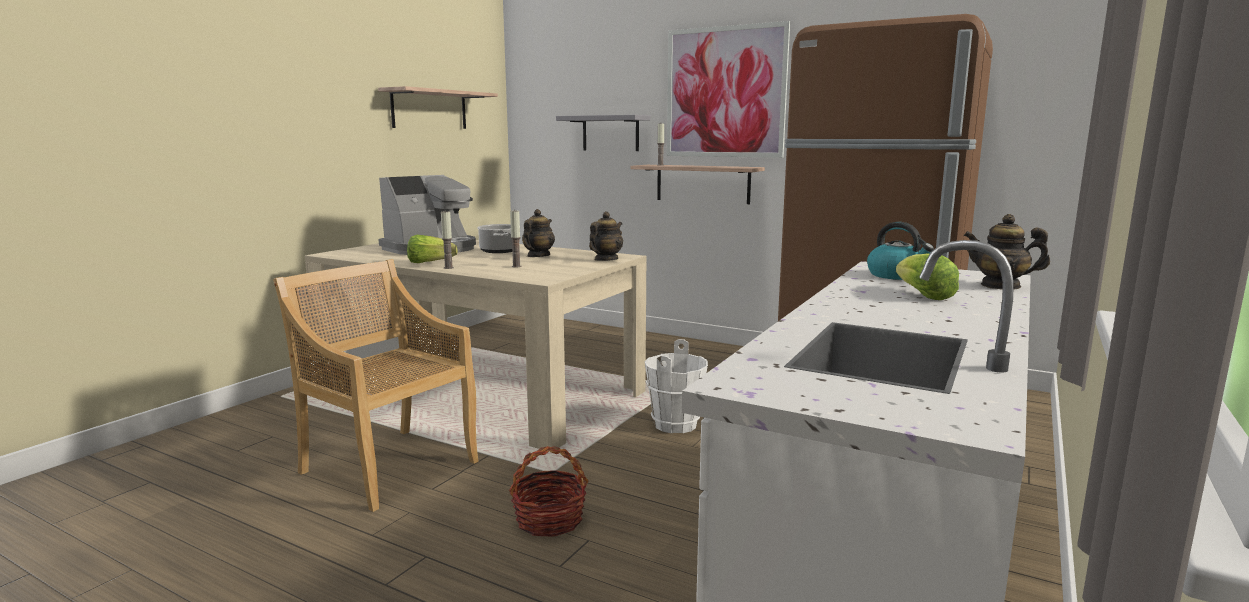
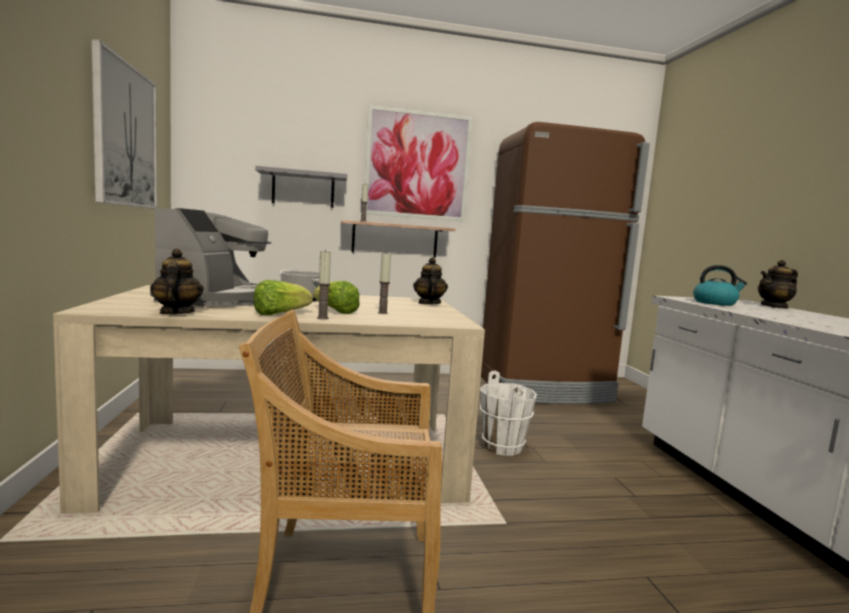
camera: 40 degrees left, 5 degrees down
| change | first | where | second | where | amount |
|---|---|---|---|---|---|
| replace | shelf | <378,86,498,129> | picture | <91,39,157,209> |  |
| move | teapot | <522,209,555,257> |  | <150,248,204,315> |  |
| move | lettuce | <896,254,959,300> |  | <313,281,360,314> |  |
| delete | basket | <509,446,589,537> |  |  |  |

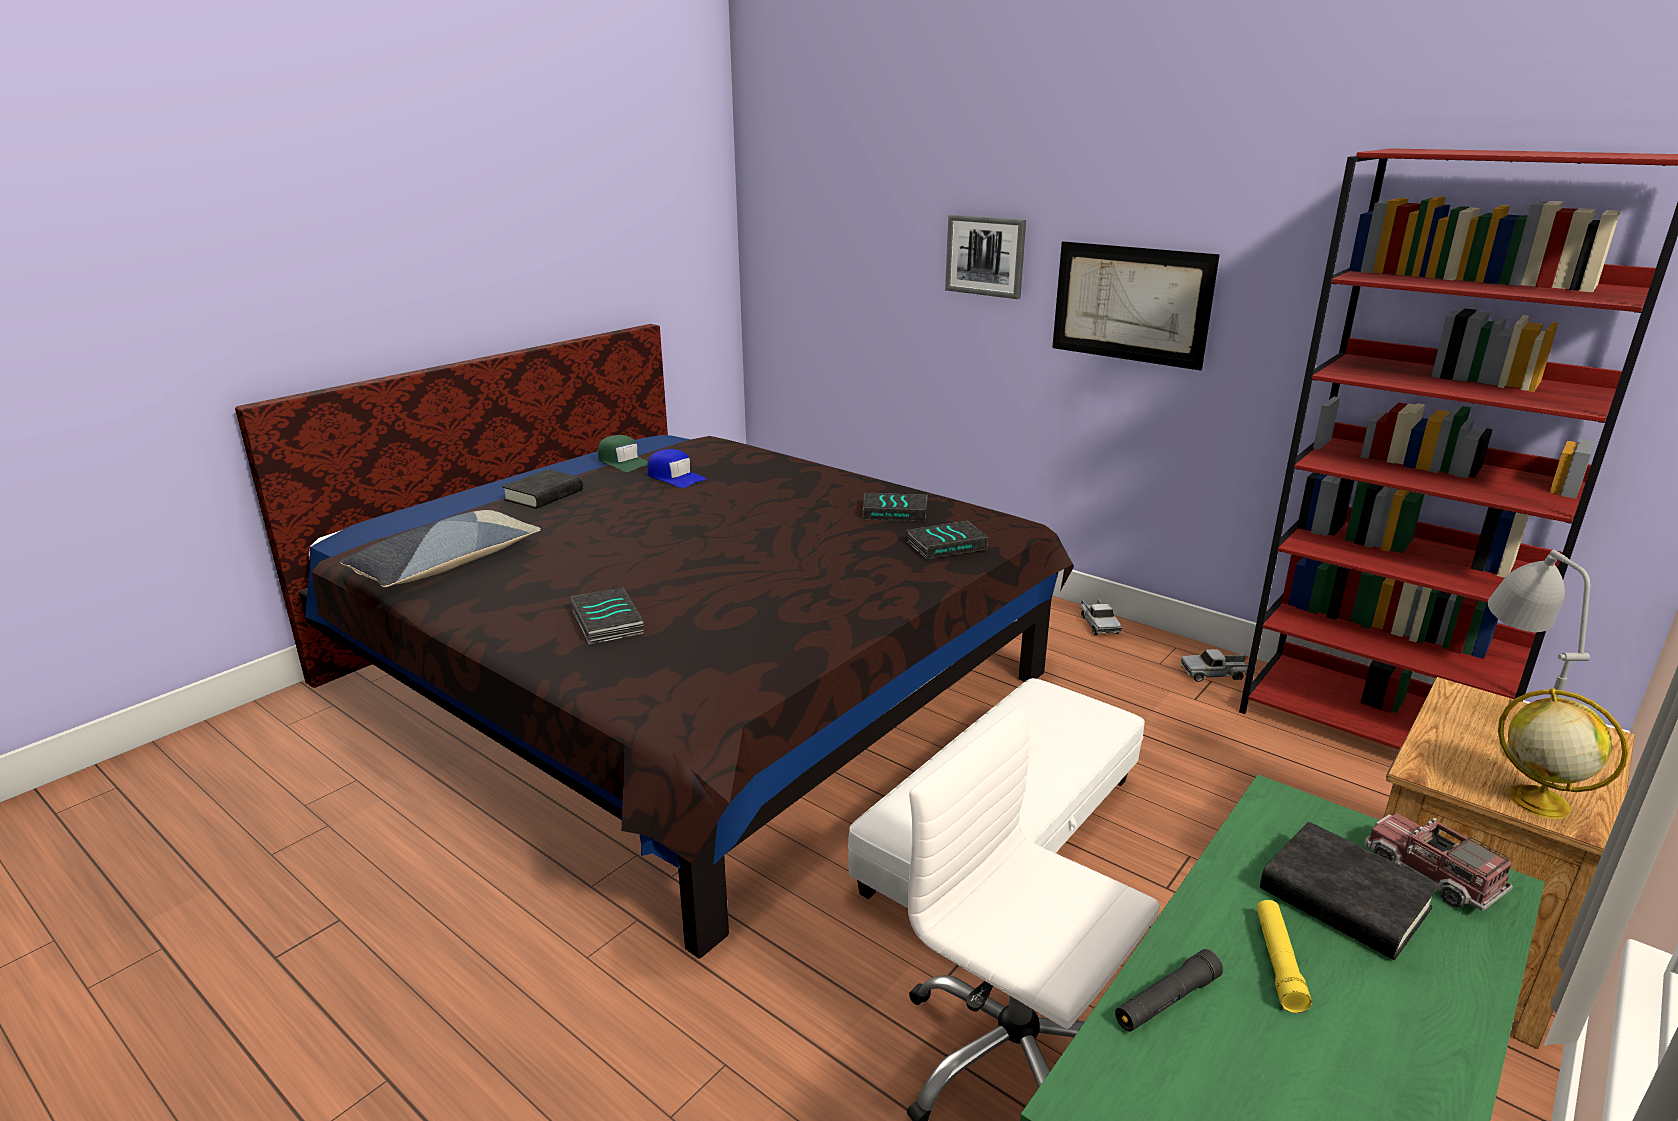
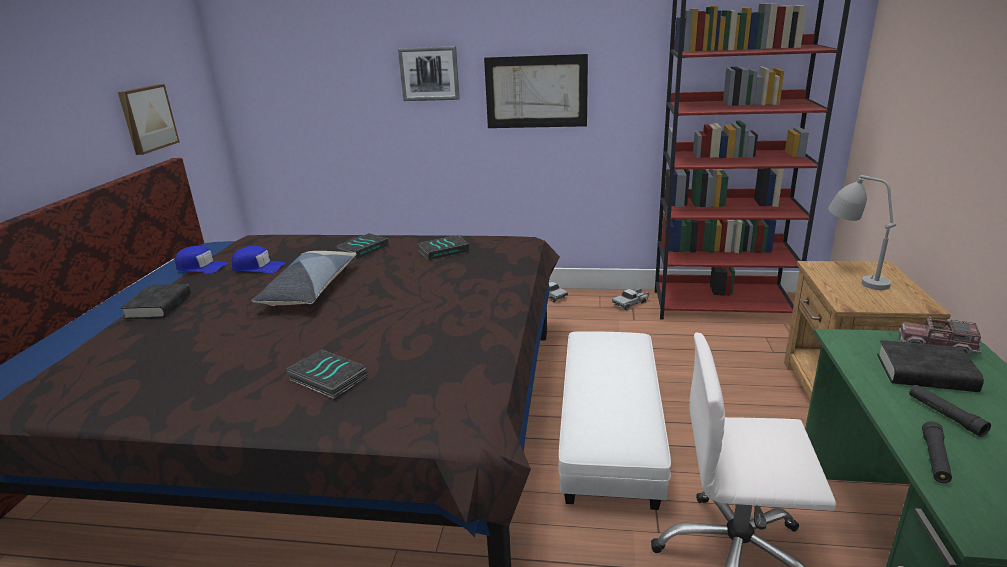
camera: 30 degrees left, 0 degrees up
| change | first | where | second | where | amount |
|---|---|---|---|---|---|
| recolor | green cap | <598,435,648,472> | blue cap | <175,246,228,273> |  |
| move | pillow | <340,510,541,587> |  | <251,251,356,306> |  |
| move | book | <907,521,988,559> |  | <336,233,389,260> |  |
| delete | globe | <1498,688,1629,819> |  |  |  |
| recolor | yellow flashlight | <1257,900,1312,1013> | black flashlight | <909,385,991,437> |  |
| insert |  |  | picture | <118,84,179,155> |  |

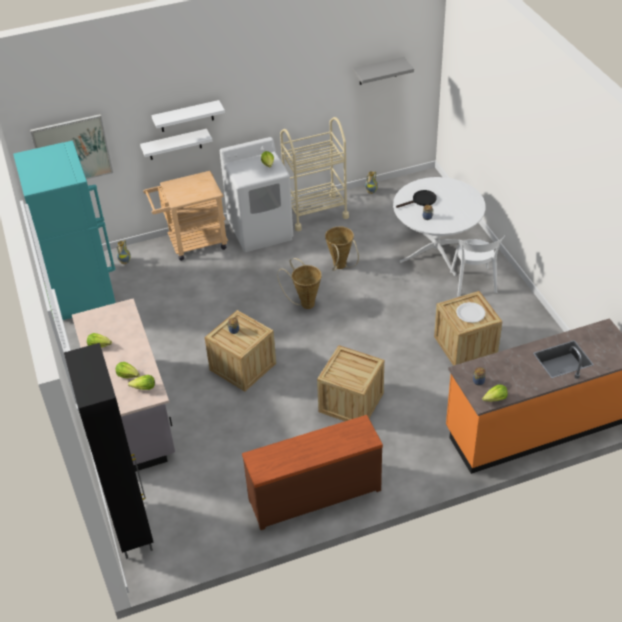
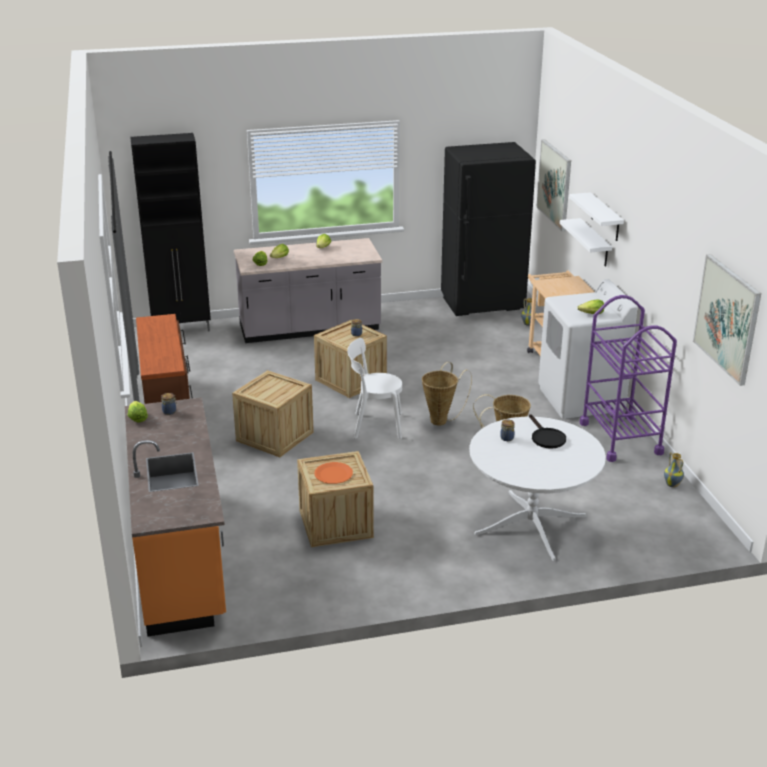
camera: 95 degrees right, 15 degrees down
| change | first | where | second | where | amount |
|---|---|---|---|---|---|
| replace | grey shelf | <353,57,414,85> | picture | <693,254,761,386> |  |
| recolor | beige cart | <280,117,349,231> | purple cart | <580,295,677,462> |  |
| recolor | turquoise fridge | <13,140,116,320> | black fridge | <441,142,536,316> |  |
| move | white chair | <450,235,505,297> |  | <347,338,402,439> |  |
| recolor | white plate | <456,302,485,323> | orange plate | <314,462,353,484> |  |

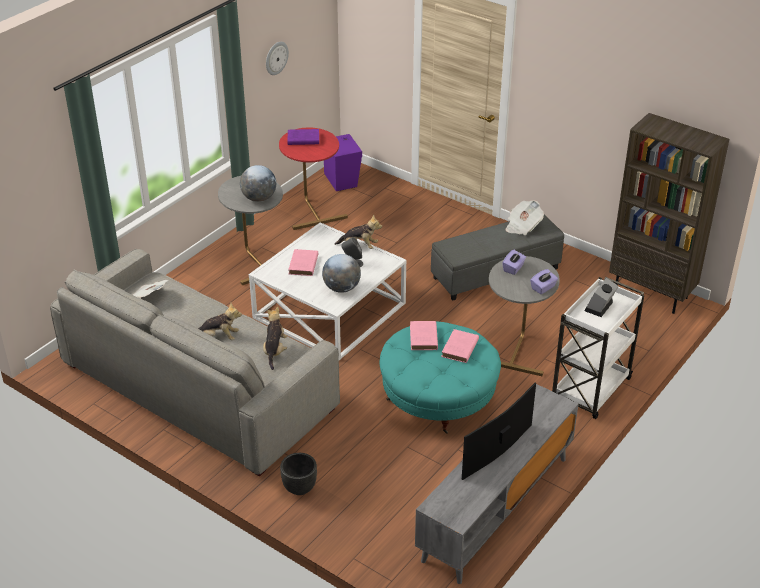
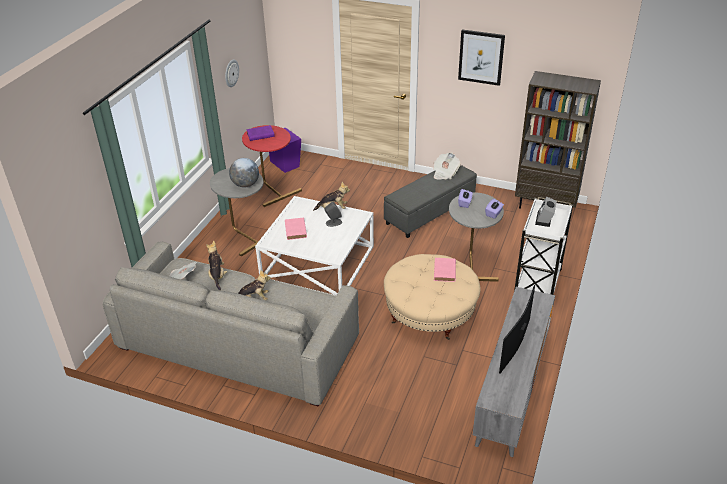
camera: 15 degrees left, 0 degrees up
| change | first | where | second | where | amount |
|---|---|---|---|---|---|
| delete | globe | <322,254,361,293> |  |  |  |
| move | plush toy | <263,306,287,370> |  | <206,241,227,290> |  |
| delete | pink book | <410,321,438,350> |  |  |  |
| recolor | turquoise ottoman | <379,322,501,434> | beige ottoman | <384,254,481,340> |  |
| delete | black planter | <280,453,317,495> |  |  |  |
| insert |  |  | picture | <458,29,505,86> |  |

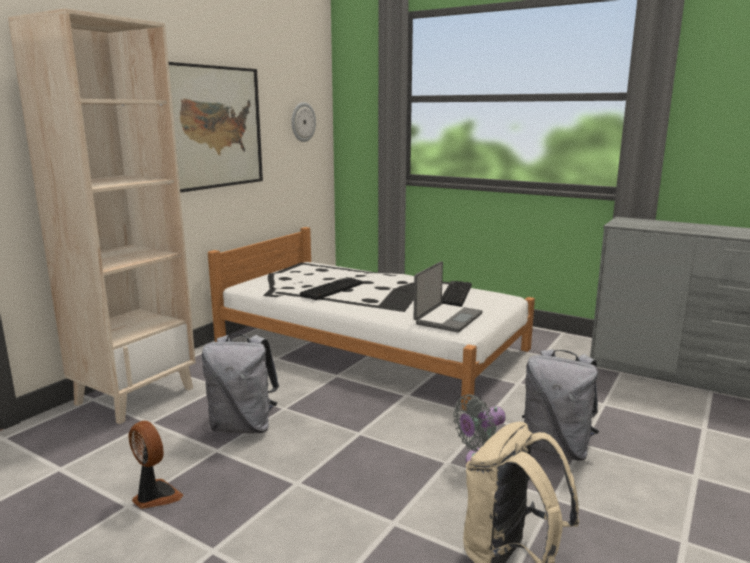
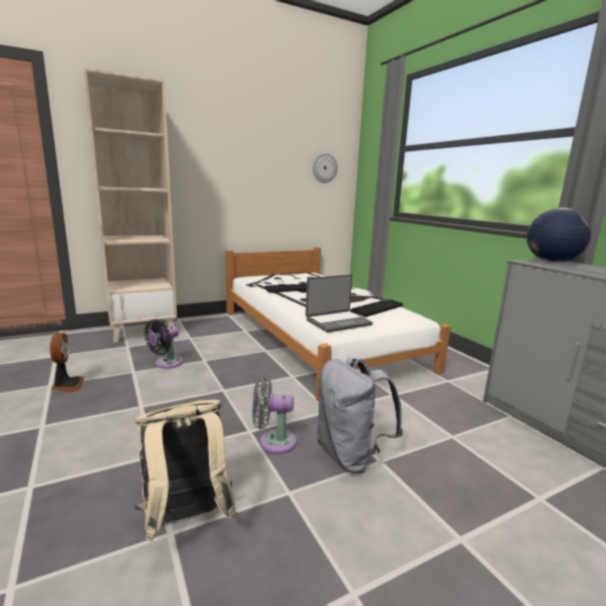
camera: 30 degrees right, 0 degrees up
| change | first | where | second | where | amount |
|---|---|---|---|---|---|
| delete | picture | <168,62,263,193> |  |  |  |
| replace | grey backpack | <202,334,279,434> | black fan | <144,319,183,368> |  |
| insert |  |  | globe | <527,208,591,263> |  |

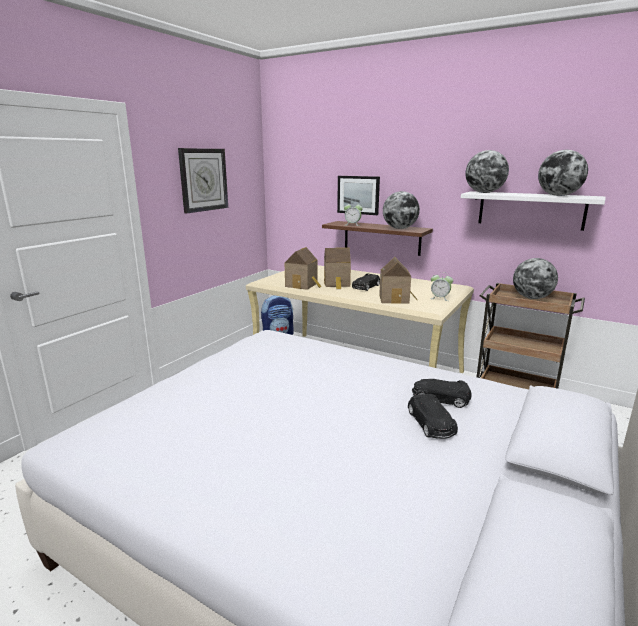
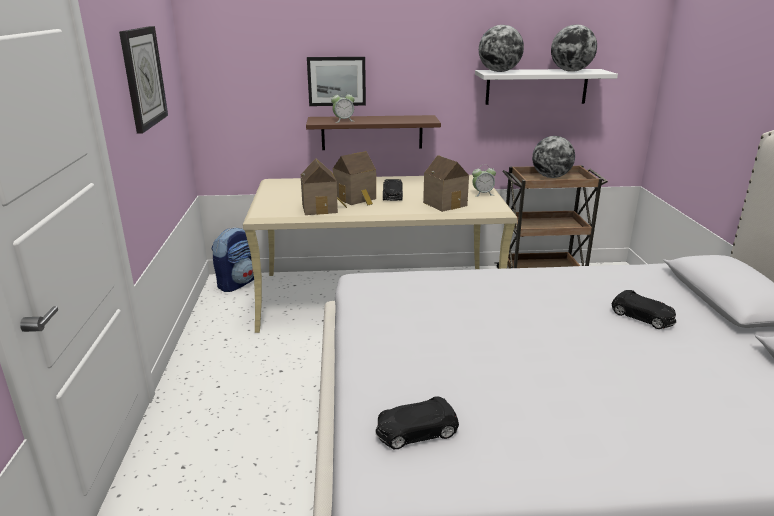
camera: 35 degrees left, 5 degrees up
| change | first | where | second | where | amount |
|---|---|---|---|---|---|
| delete | globe | <383,191,420,229> |  |  |  |
| move | black toy car | <412,379,472,408> |  | <375,396,459,449> |  |

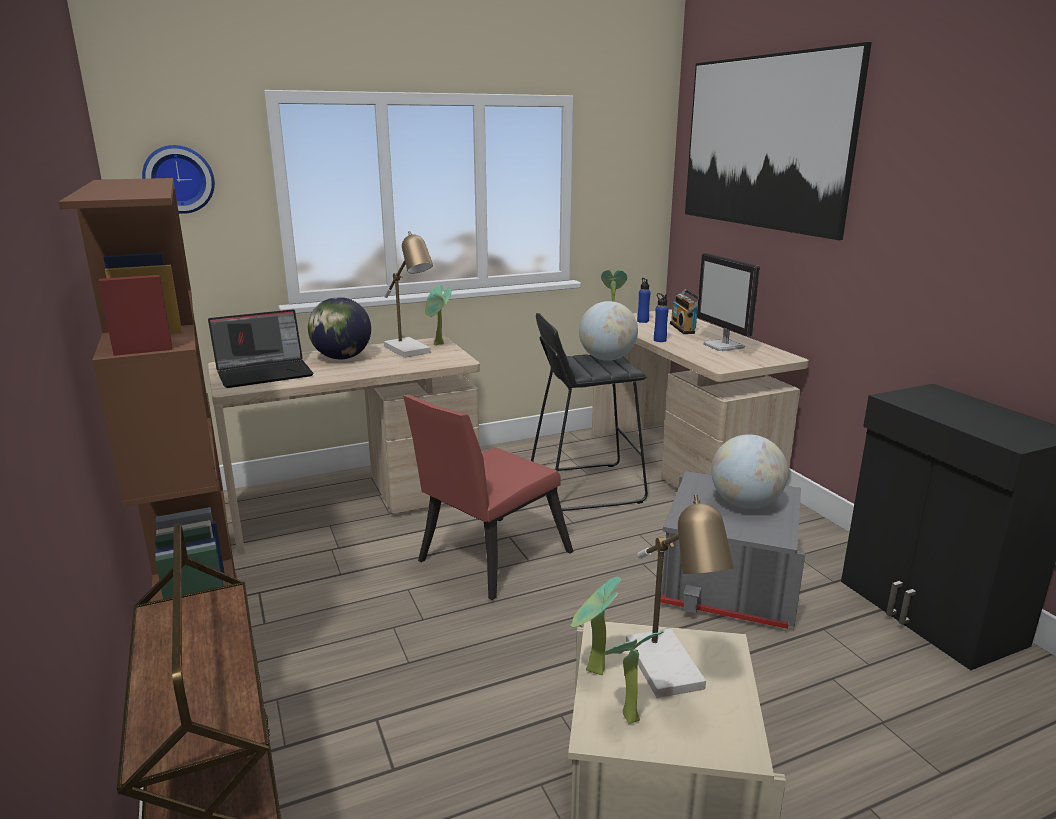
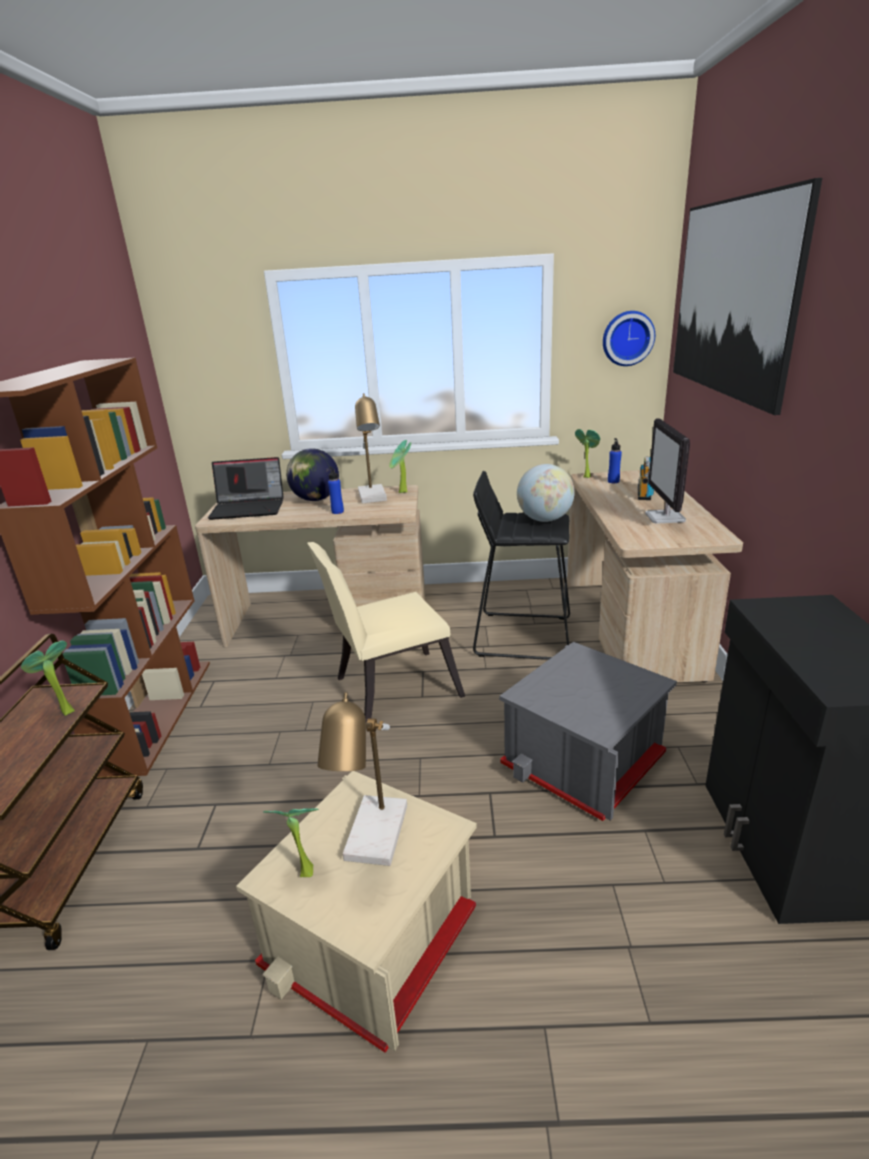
camera: 25 degrees right, 5 degrees up
| change | first | where | second | where | amount |
|---|---|---|---|---|---|
| move | wall clock | <142,145,215,214> |  | <603,311,655,366> |  |
| move | blue bottle | <654,293,669,342> |  | <328,467,344,514> |  |
| recolor | red chair | <403,394,574,600> | beige chair | <307,542,465,723> |  |
| delete | globe | <711,434,788,509> |  |  |  |
| move | potted plant | <571,577,621,675> |  | <21,641,75,716> |  |

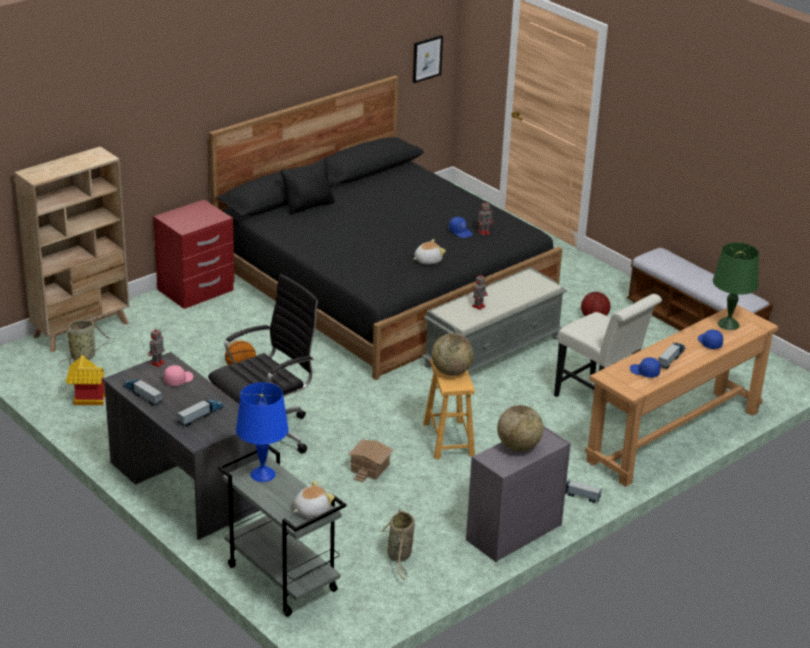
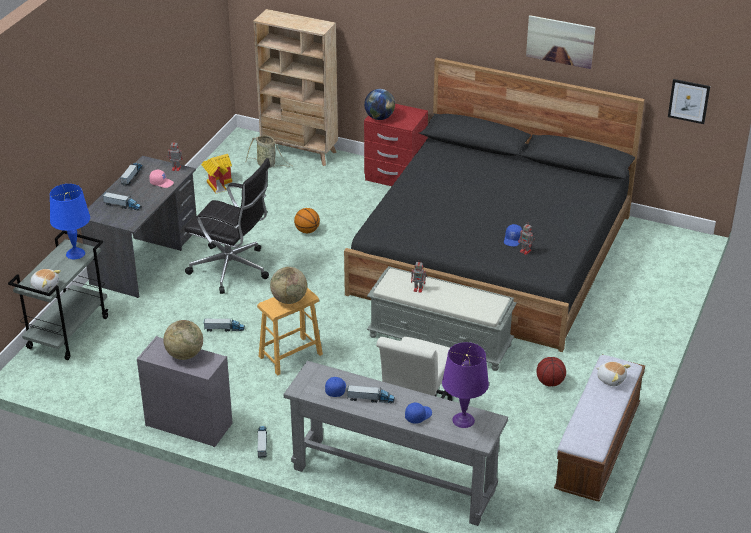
camera: 65 degrees right, 5 degrees up
| change | first | where | second | where | amount |
|---|---|---|---|---|---|
| delete | black pillow | <280,157,335,215> |  |  |  |
| move | plush toy | <413,239,446,264> |  | <596,361,630,386> |  |
| recolor | green table lamp | <713,242,759,330> | purple table lamp | <442,342,489,428> |  |
| recolor | brown console table | <585,305,779,487> | grey console table | <283,361,508,526> |  |
| replace | toy house | <349,439,394,482> | toy truck | <204,319,245,332> |  |
| delete | basket | <381,508,415,579> |  |  |  |
| insert |  |  | picture | <526,15,596,69> |  |
| insert |  |  | globe | <364,89,395,120> |  |

